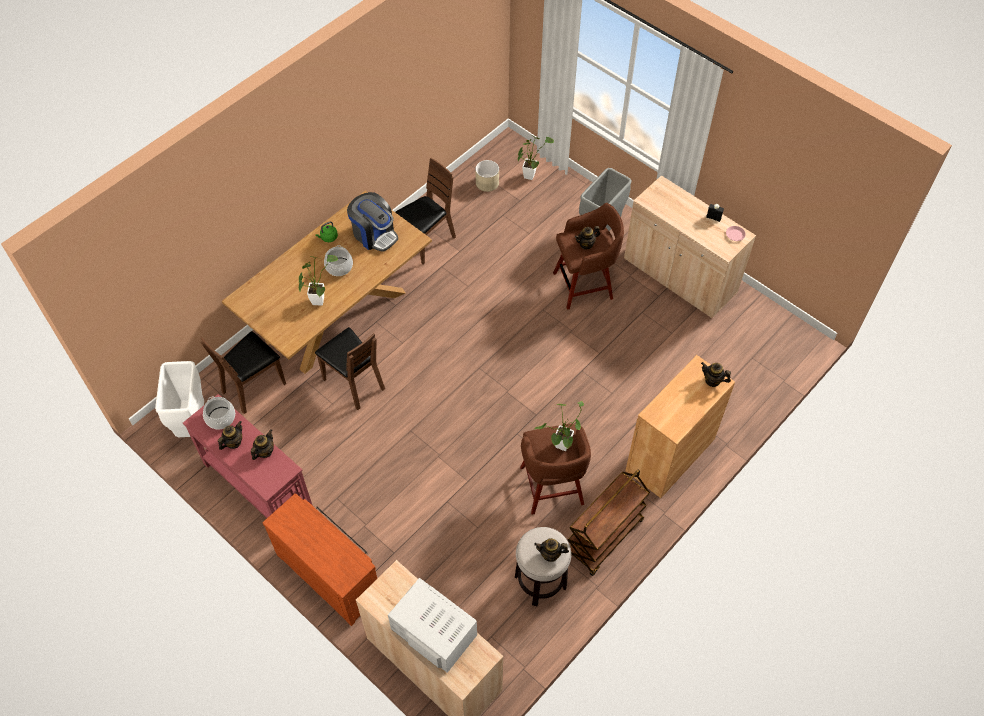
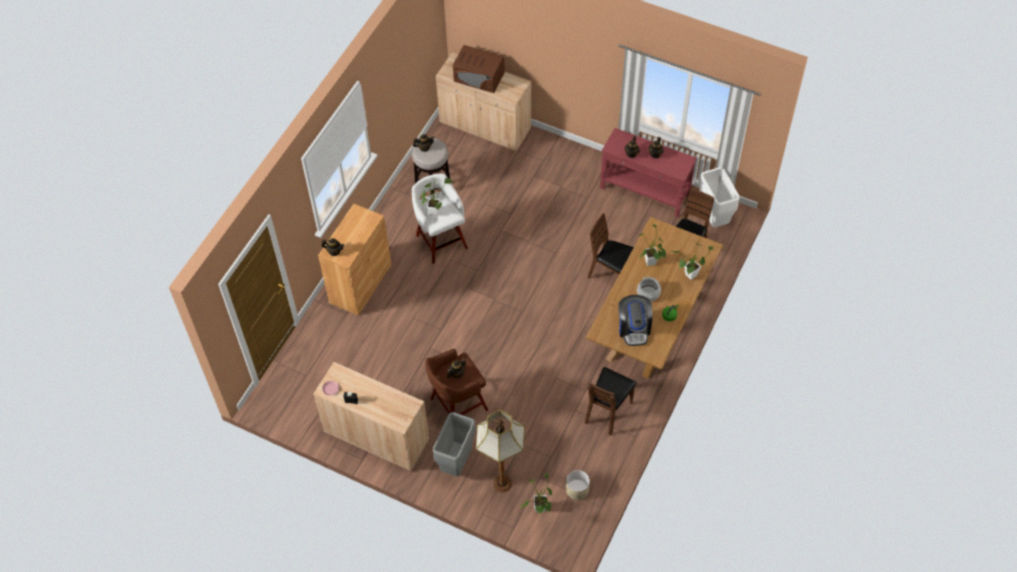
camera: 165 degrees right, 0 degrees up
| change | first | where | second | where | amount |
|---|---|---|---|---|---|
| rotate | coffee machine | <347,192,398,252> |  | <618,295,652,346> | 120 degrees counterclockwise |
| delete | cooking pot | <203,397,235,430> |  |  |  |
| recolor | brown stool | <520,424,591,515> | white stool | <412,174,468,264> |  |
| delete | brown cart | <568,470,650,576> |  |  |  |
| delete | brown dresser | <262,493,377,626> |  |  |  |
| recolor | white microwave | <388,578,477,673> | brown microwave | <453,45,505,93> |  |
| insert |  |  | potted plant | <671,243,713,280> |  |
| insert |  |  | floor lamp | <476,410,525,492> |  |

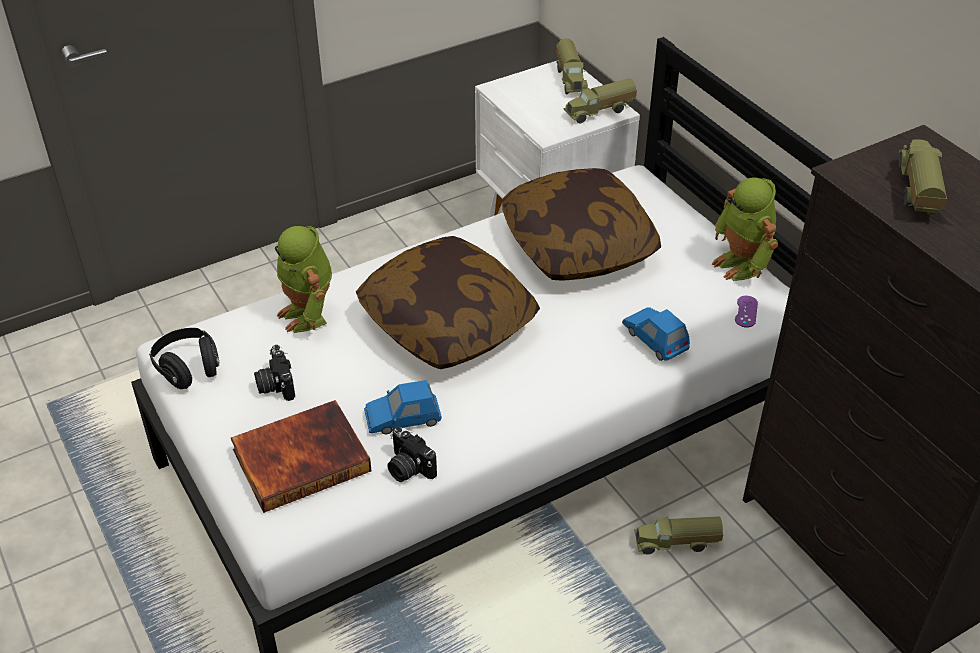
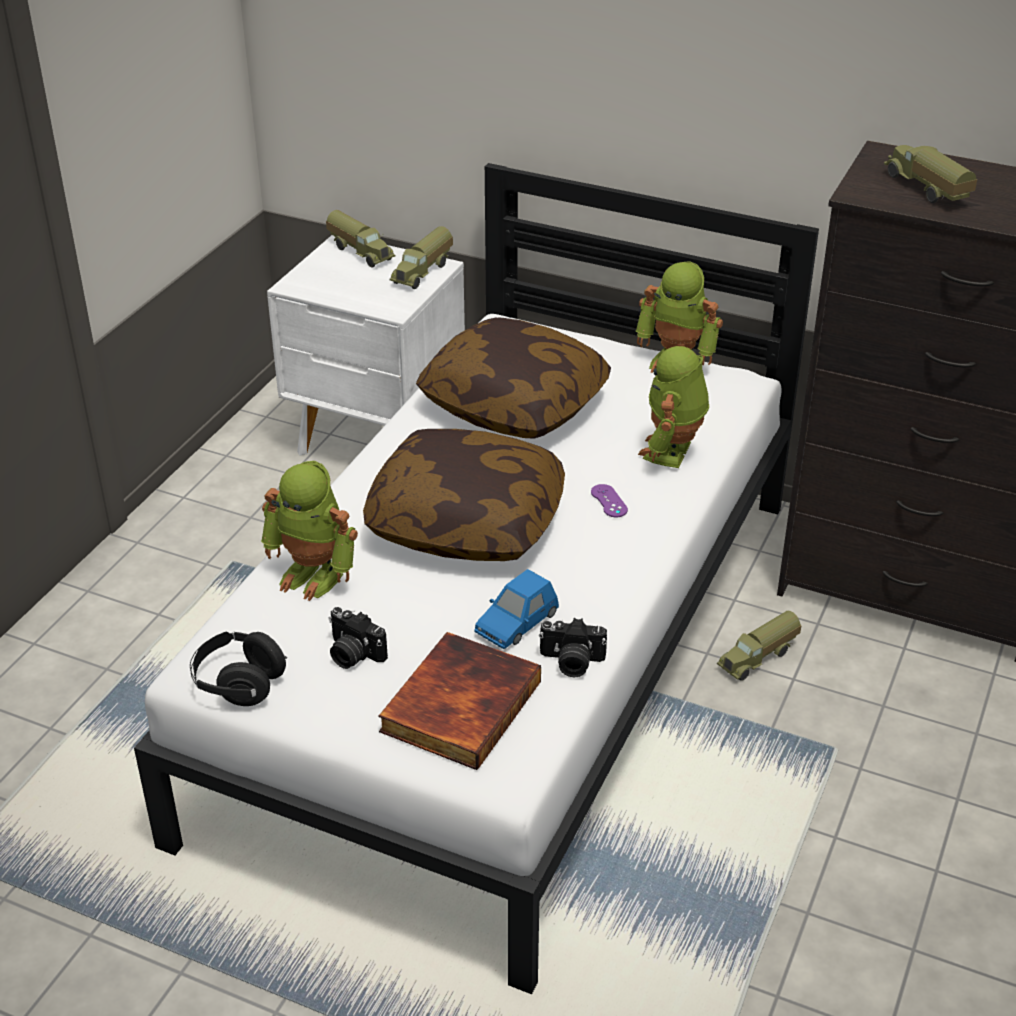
camera: 35 degrees left, 5 degrees down
| change | first | where | second | where | amount |
|---|---|---|---|---|---|
| move | purple game controller | <735,296,758,328> |  | <591,484,628,517> |  |
| replace | blue toy car | <622,307,690,361> | toy robot | <638,346,709,468> |  |

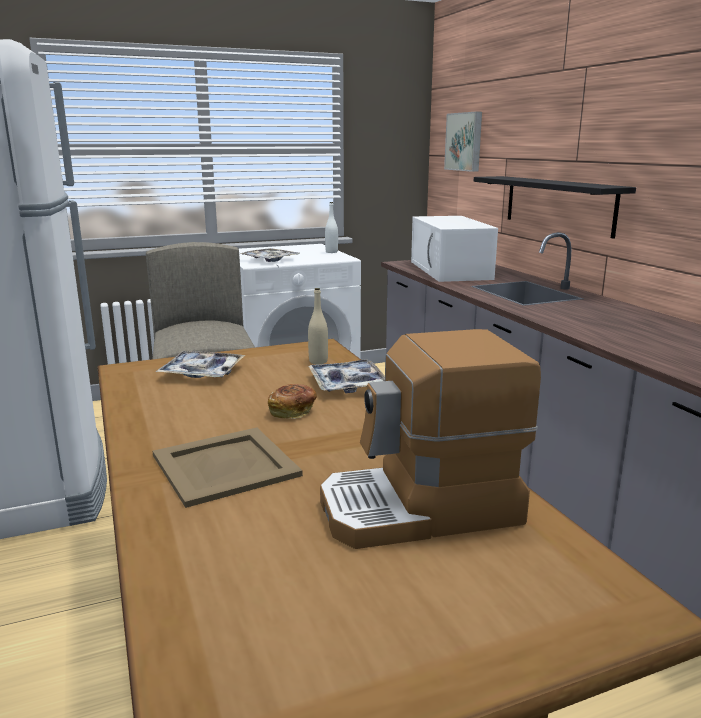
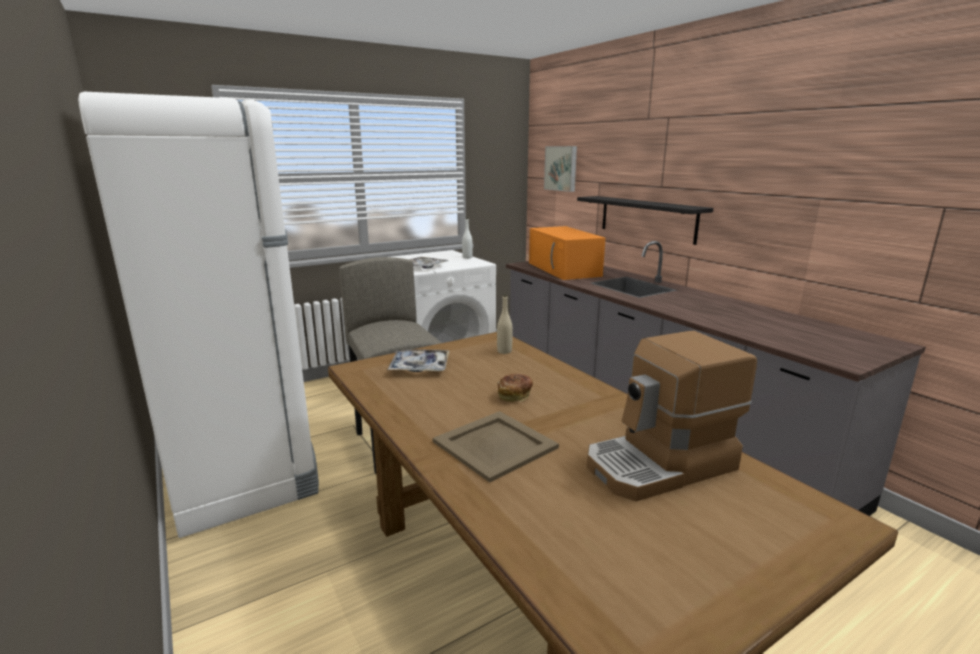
camera: 10 degrees left, 0 degrees up
| change | first | where | second | where | amount |
|---|---|---|---|---|---|
| recolor | white microwave | <411,216,498,282> | orange microwave | <529,226,605,280> |  |
| delete | tray | <309,360,385,394> |  |  |  |

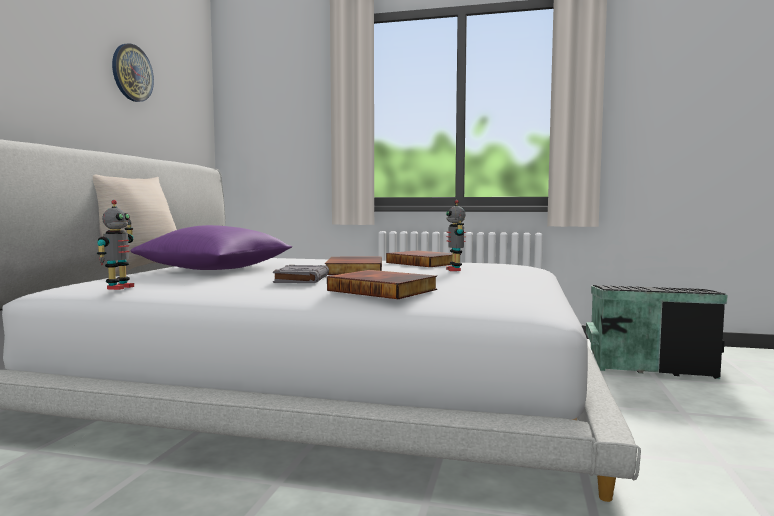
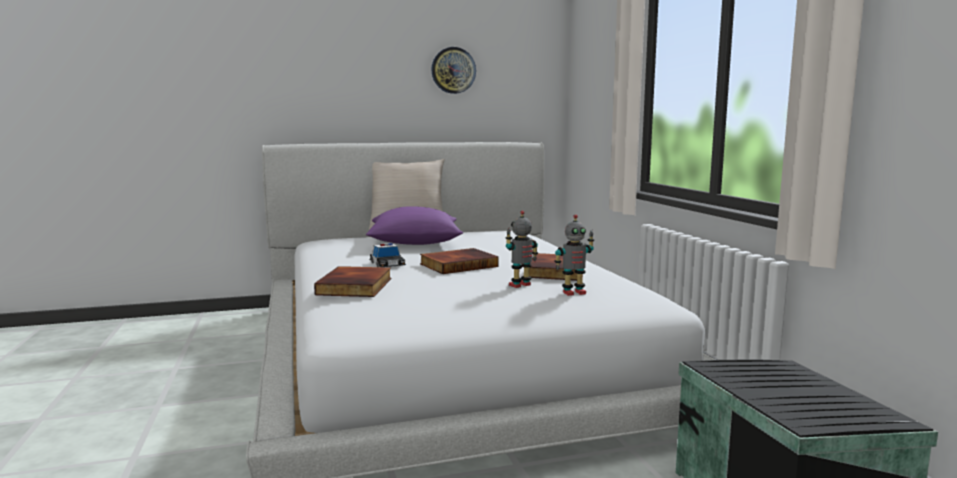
camera: 60 degrees right, 5 degrees up
| change | first | where | second | where | amount |
|---|---|---|---|---|---|
| move | toy robot | <97,200,134,290> |  | <554,214,594,296> |  |
| replace | grey book | <273,265,329,283> | toy car | <369,243,406,267> |  |

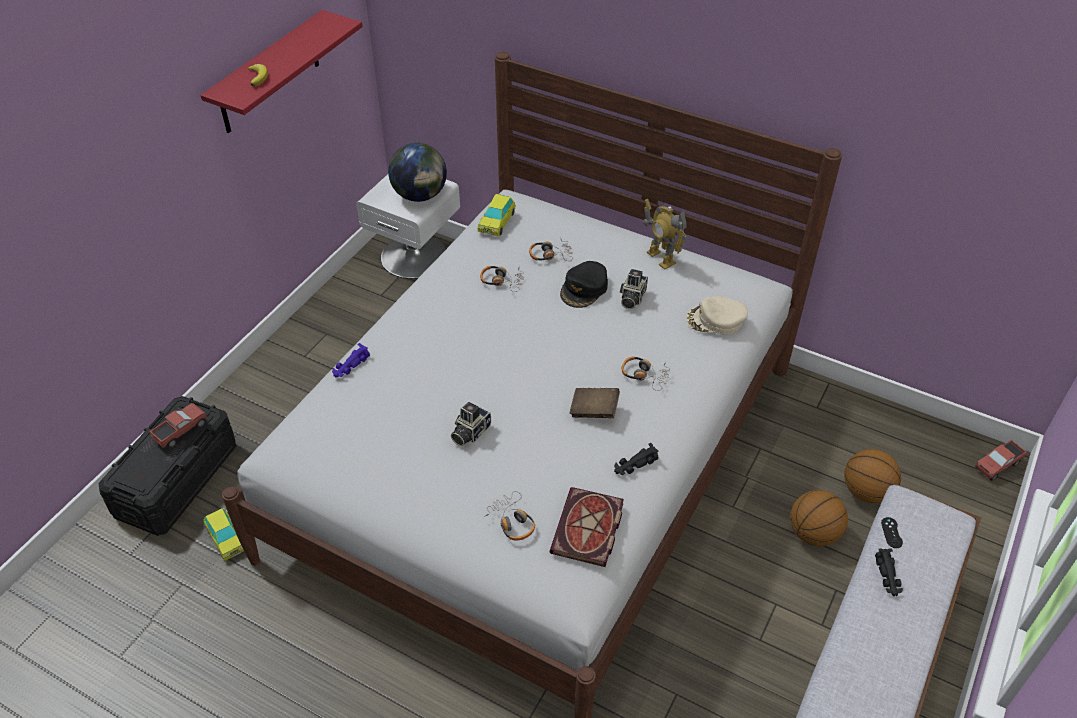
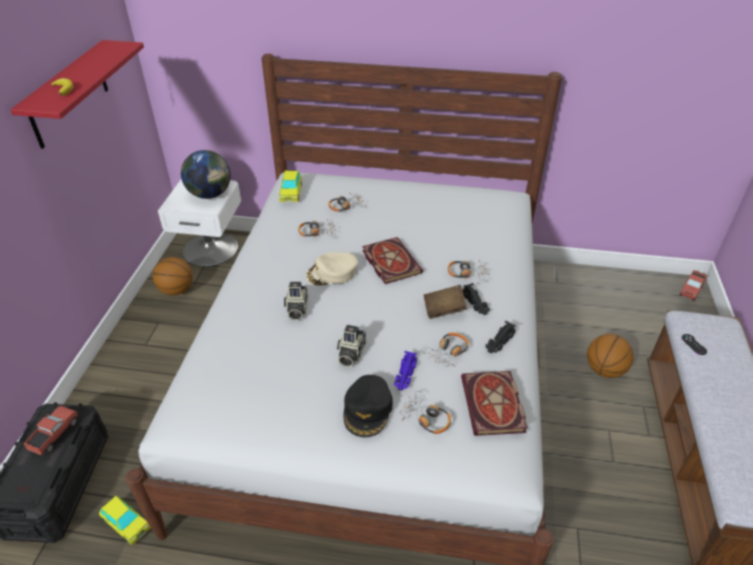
camera: 20 degrees left, 5 degrees down
| change | first | where | second | where | amount |
|---|---|---|---|---|---|
| delete | toy robot | <643,199,687,270> |  |  |  |
| move | black cap | <560,261,608,308> |  | <344,375,393,437> |  |
| move | photo camera | <620,269,648,309> |  | <284,282,308,320> |  |
| move | beige cap | <686,296,748,335> |  | <306,252,358,286> |  |
| move | purple toy car | <332,343,370,378> |  | <394,351,417,390> |  |
| move | basketball | <844,449,901,503> |  | <153,257,193,295> |  |
| move | black toy car | <875,548,903,596> |  | <463,283,490,315> |  |
| insert |  |  | book | <362,237,423,284> |  |
| insert |  |  | headphones | <421,332,469,367> |  |

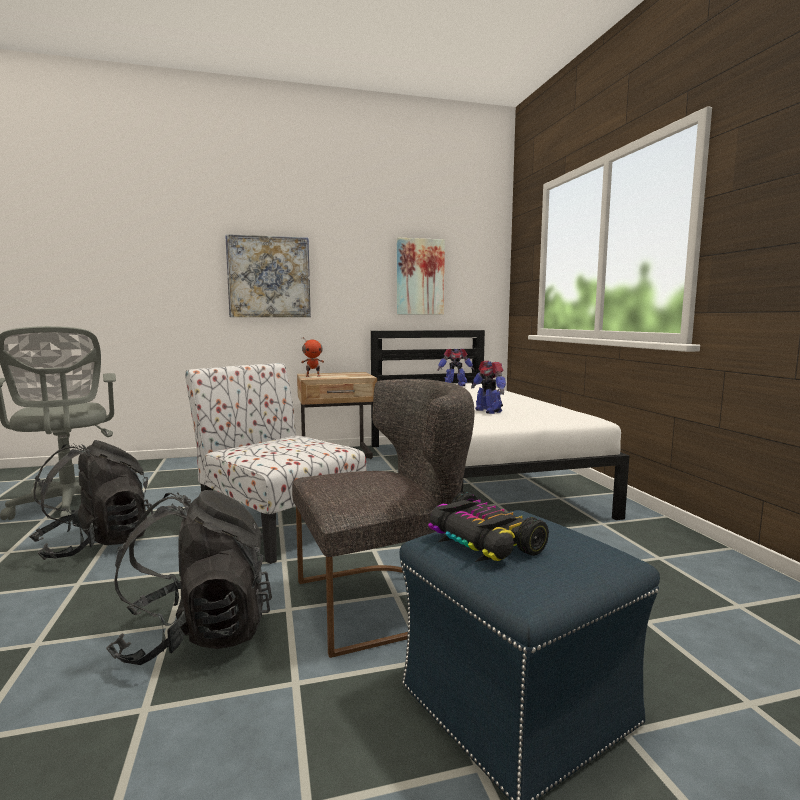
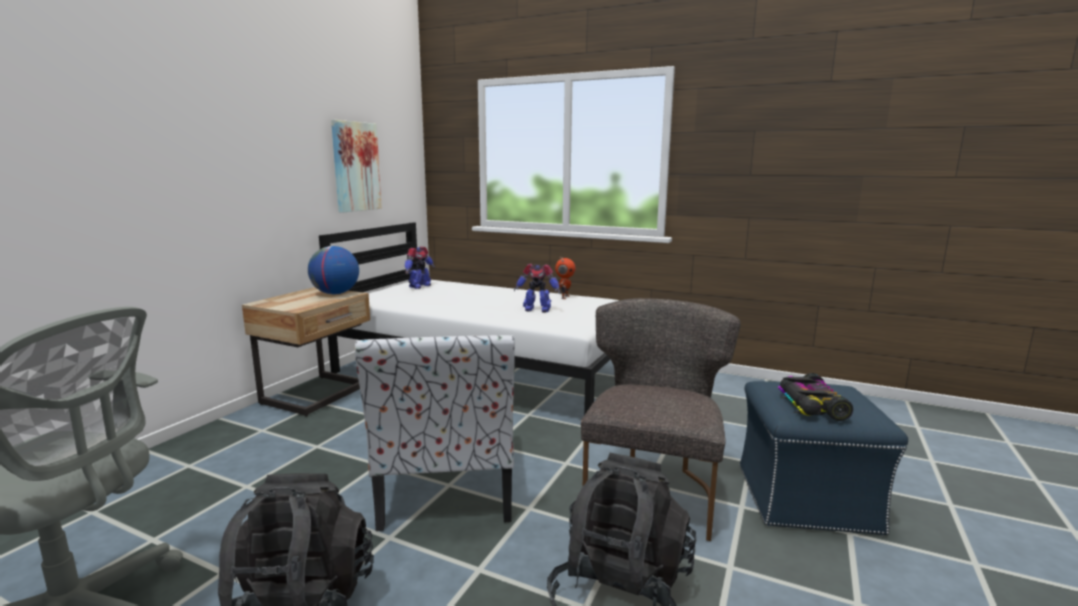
camera: 50 degrees left, 5 degrees up
| change | first | where | second | where | amount |
|---|---|---|---|---|---|
| delete | picture | <225,234,311,317> |  |  |  |
| move | toy robot | <301,337,324,377> |  | <555,258,575,299> |  |
| rotate | chair | <185,363,366,564> |  | <355,335,515,531> | 90 degrees counterclockwise |
| rotate | toy car | <428,492,549,562> |  | <778,373,853,421> | 90 degrees clockwise |
| insert |  |  | globe | <308,246,359,295> |  |

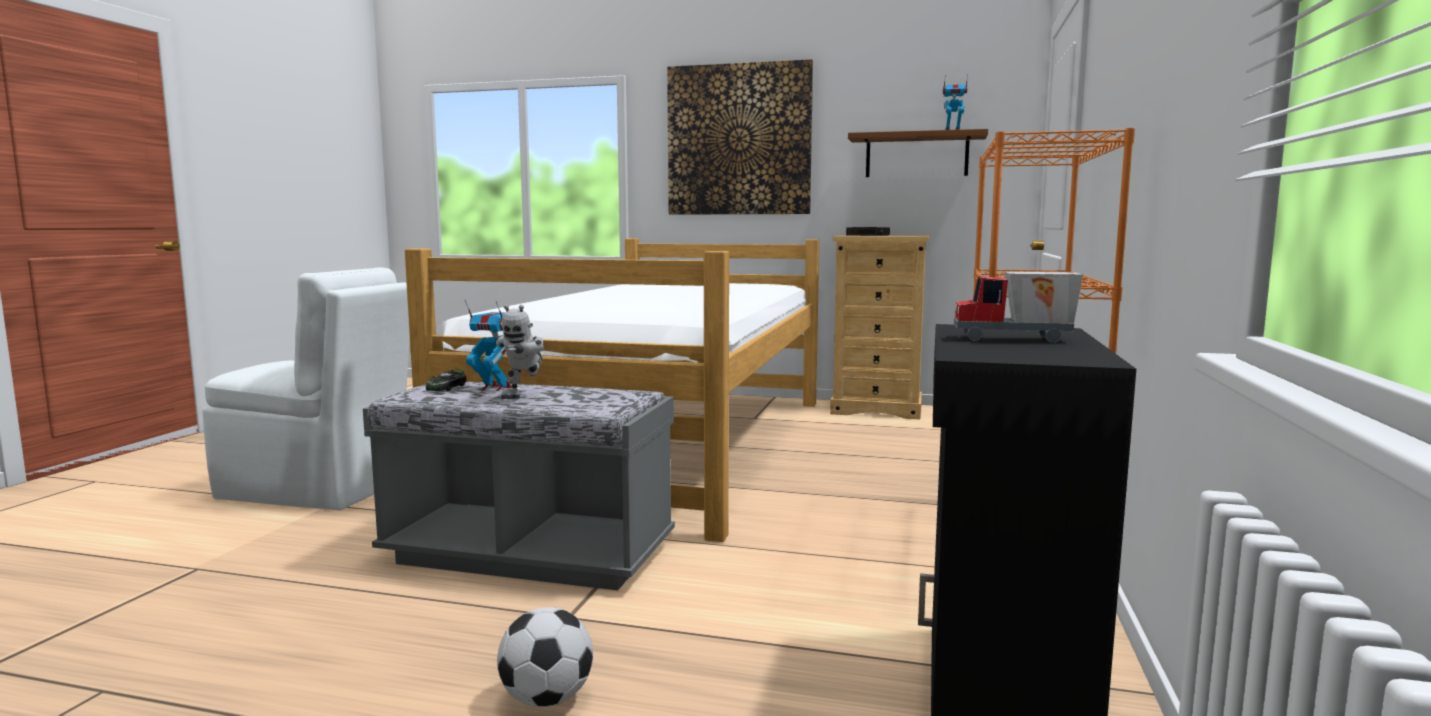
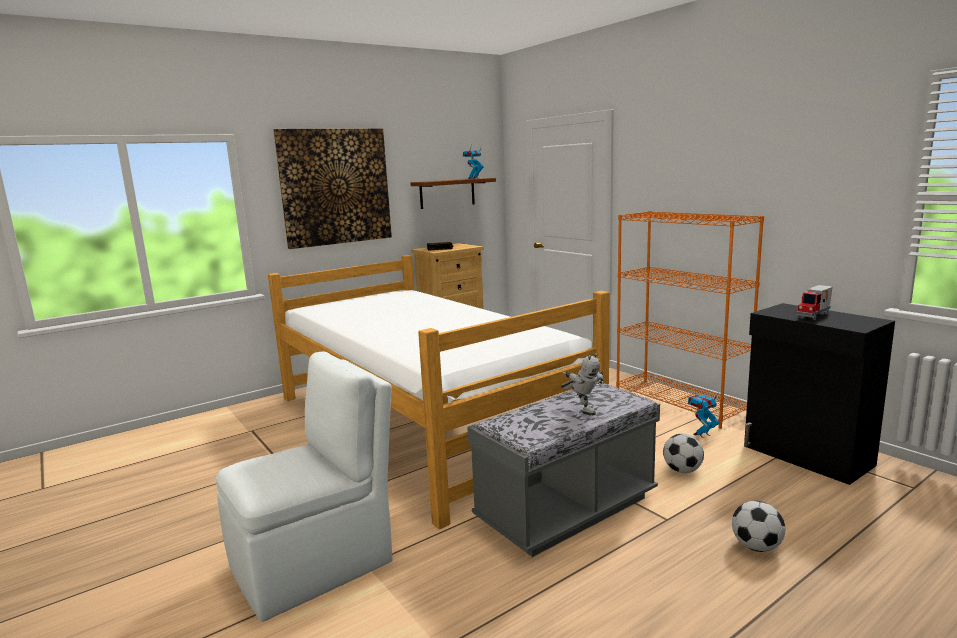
camera: 50 degrees left, 5 degrees up
| change | first | where | second | where | amount |
|---|---|---|---|---|---|
| move | toy robot | <465,300,512,391> |  | <688,392,719,438> |  |
| delete | toy car | <426,369,467,391> |  |  |  |
| insert |  |  | football | <663,434,704,473> |  |

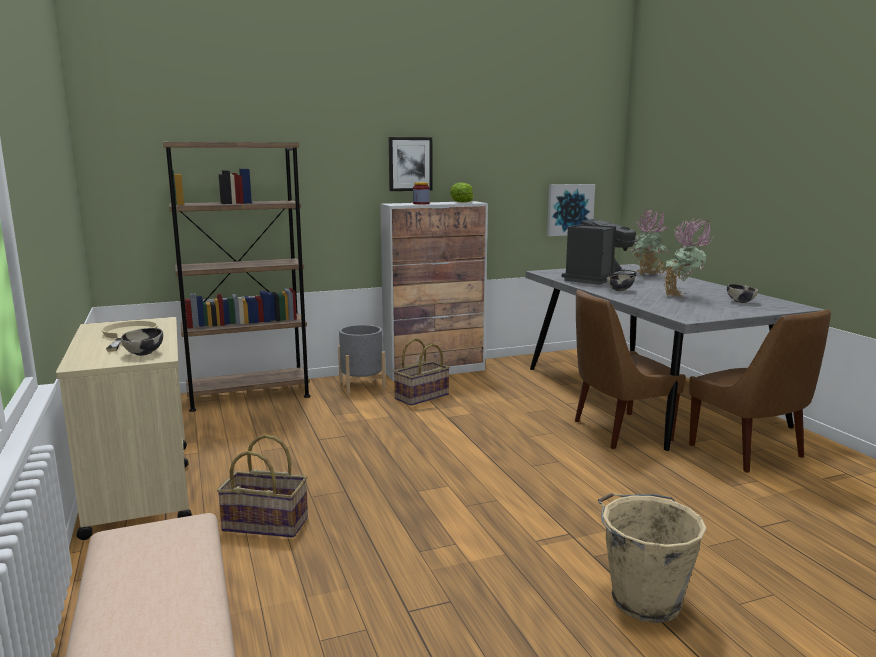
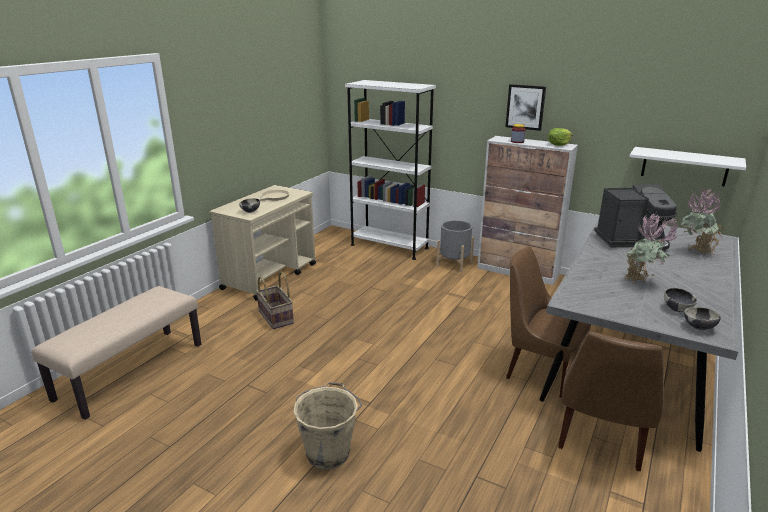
camera: 50 degrees right, 10 degrees up
| change | first | where | second | where | amount |
|---|---|---|---|---|---|
| recolor | brown bookcase | <163,142,310,412> | white bookcase | <345,80,436,260> |  |
| replace | picture | <547,184,595,236> | white shelf | <629,147,746,187> |  |
| move | bowl | <607,275,635,291> |  | <684,307,721,330> |  |
| delete | basket | <393,338,450,406> |  |  |  |

